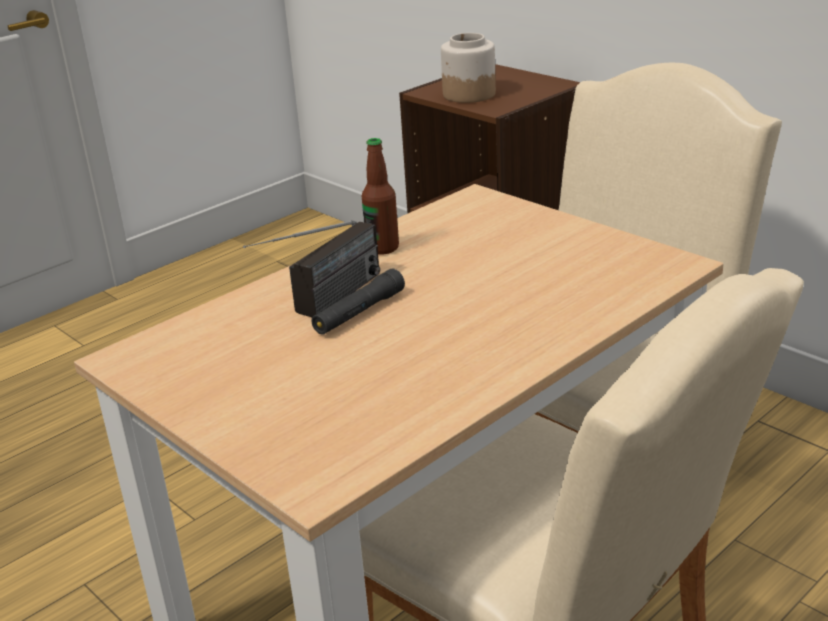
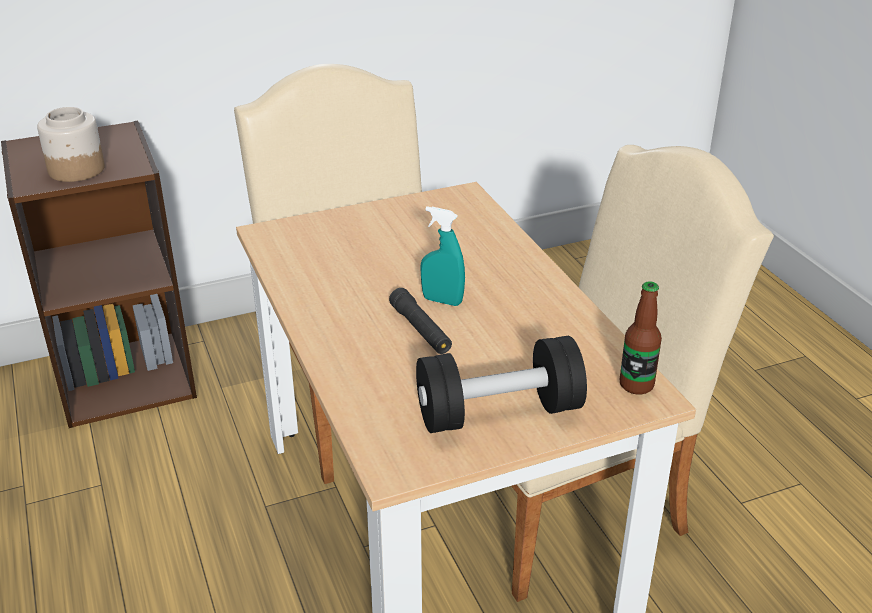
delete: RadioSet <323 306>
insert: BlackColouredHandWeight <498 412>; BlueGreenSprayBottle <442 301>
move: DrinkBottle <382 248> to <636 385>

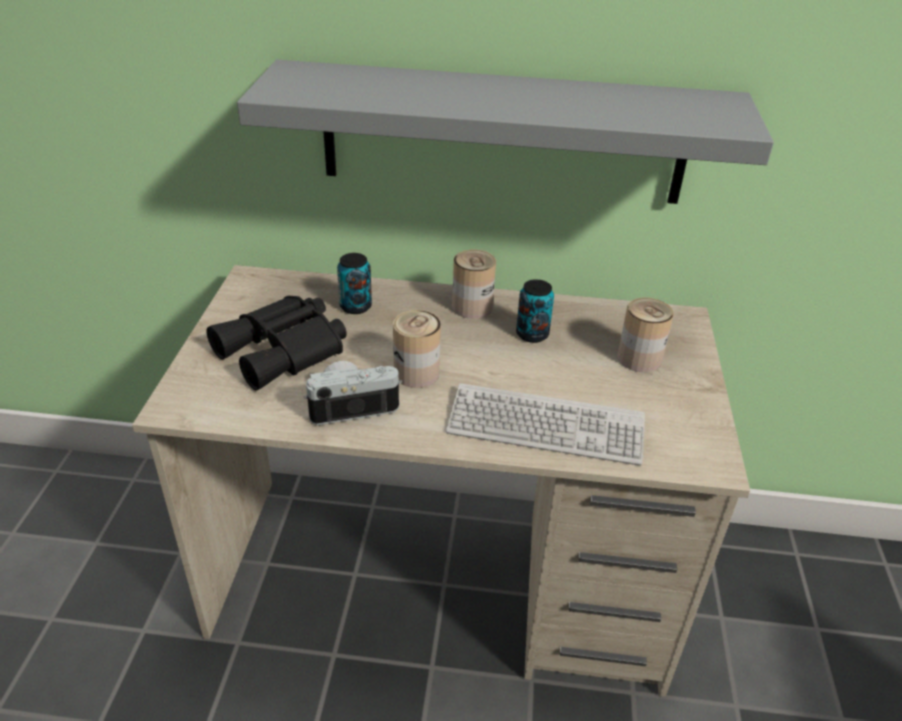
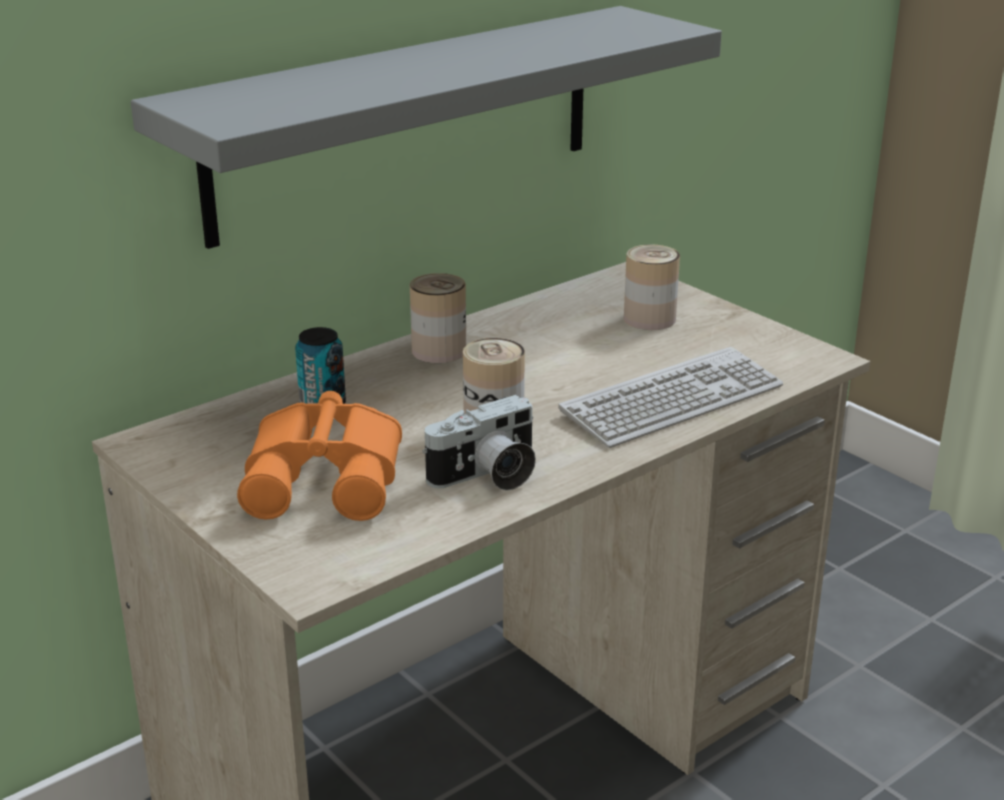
delete: SealedCan <532 334>
recolor: BlackColouredFieldGlasses <285 351> to OrangeyFieldGlasses <328 476>
rotate: StillCamera <352 405> = <487 476> 150 degrees counterclockwise

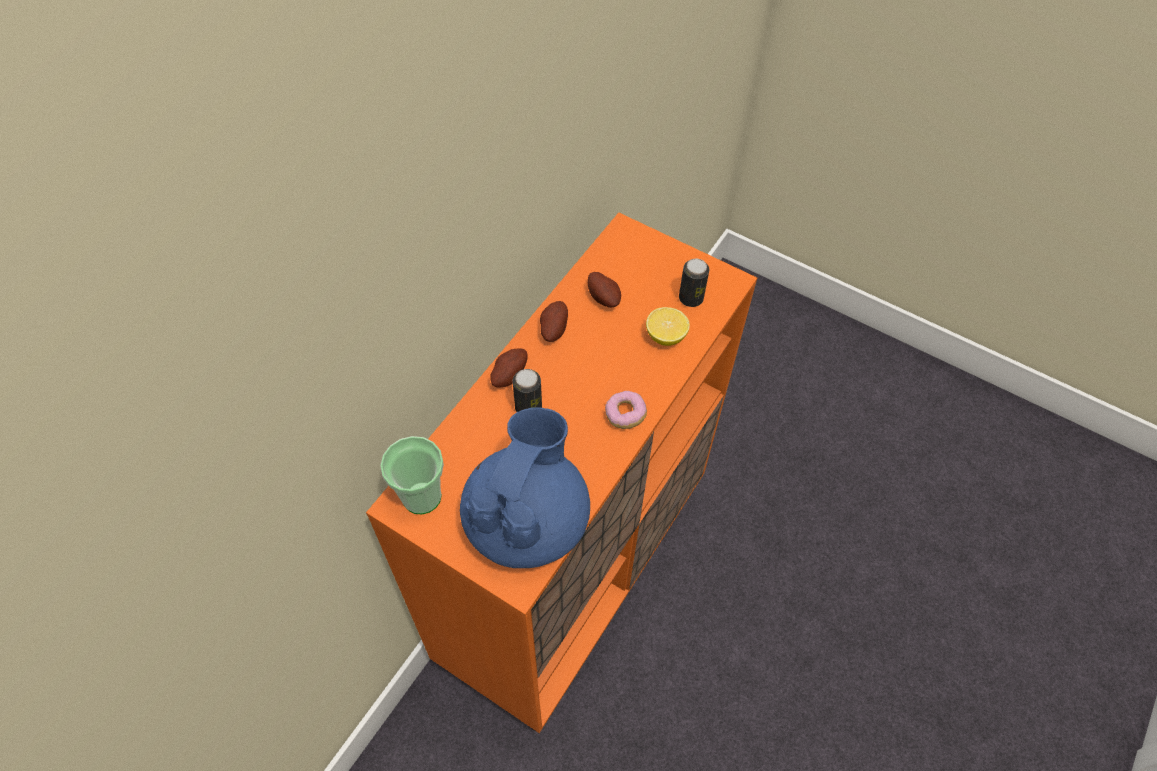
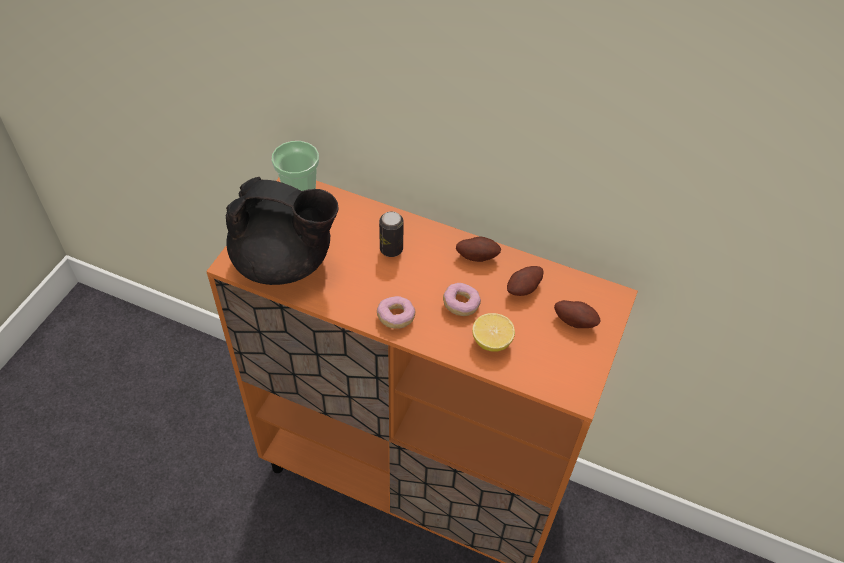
delete: SealedCan <691 298>
insert: Doughnut <461 304>
move: Potato <508 375> to <575 321>
recolor: BluishPotForTea <527 520> to BlackColouredPotForTea <284 262>

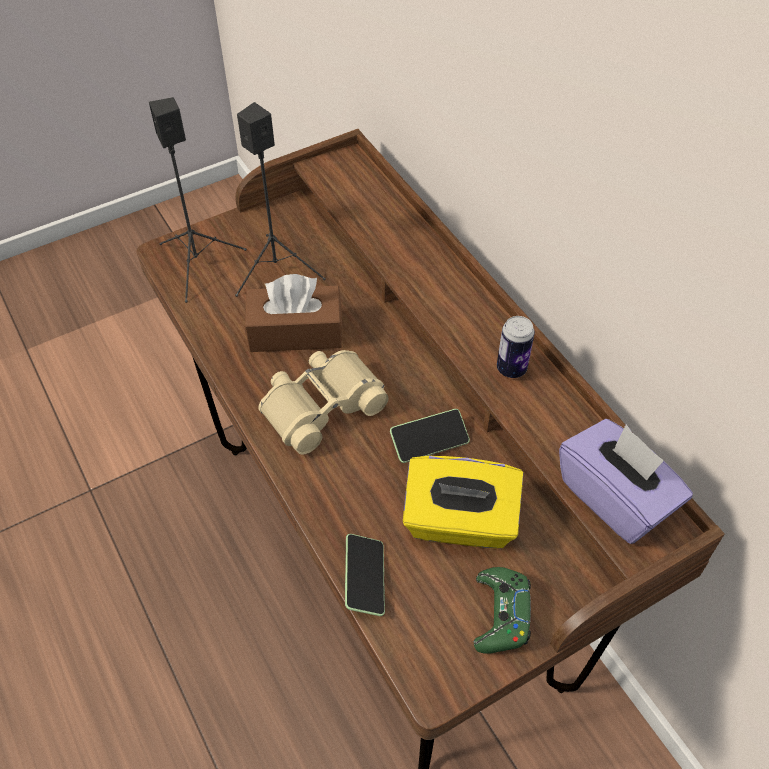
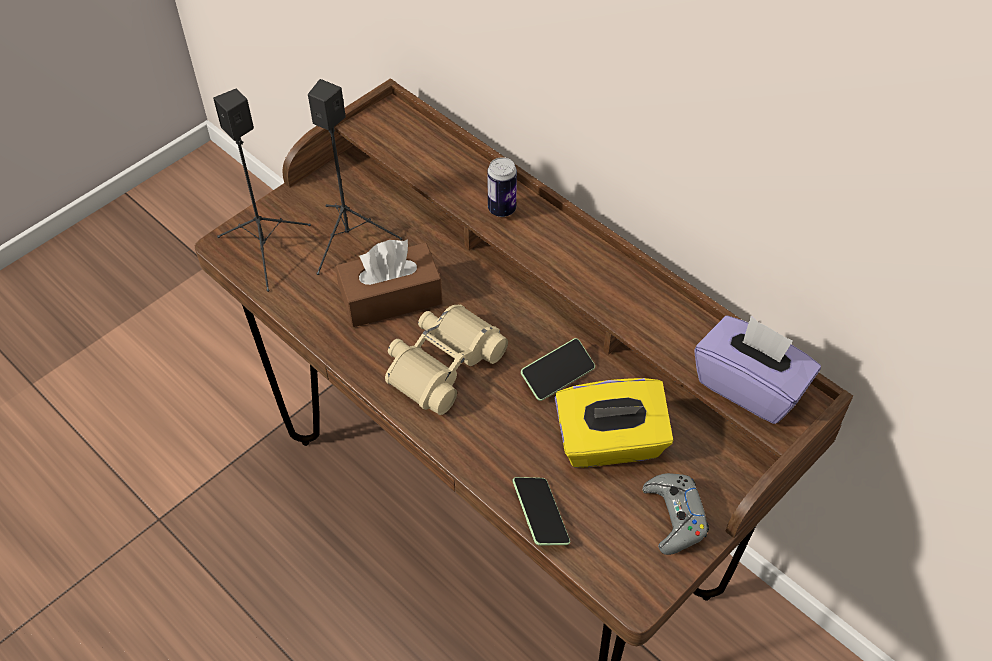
move: SealedCan <511 368> to <502 209>
recolor: GreenishJoypad <501 615> to GreyJoypad <674 517>

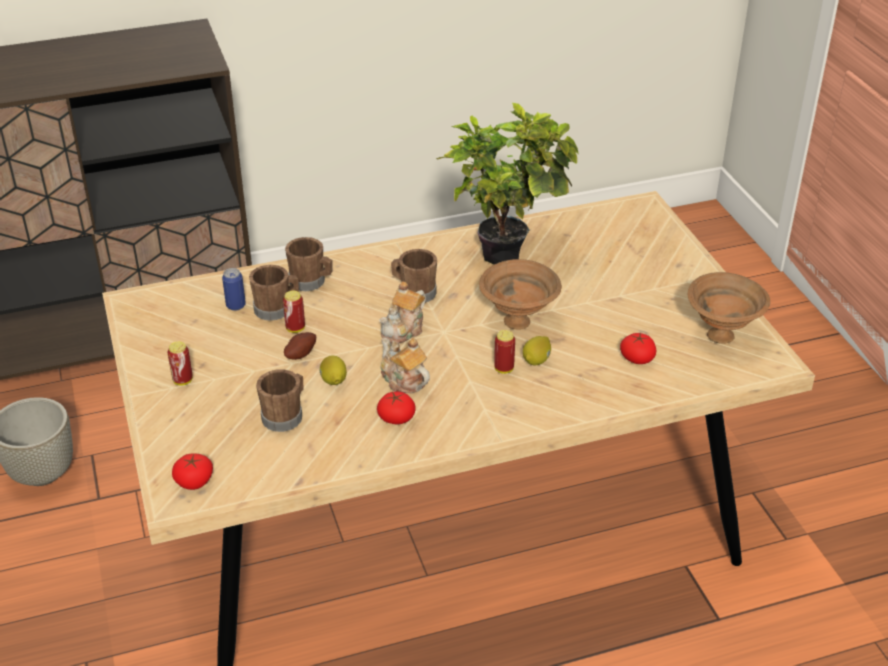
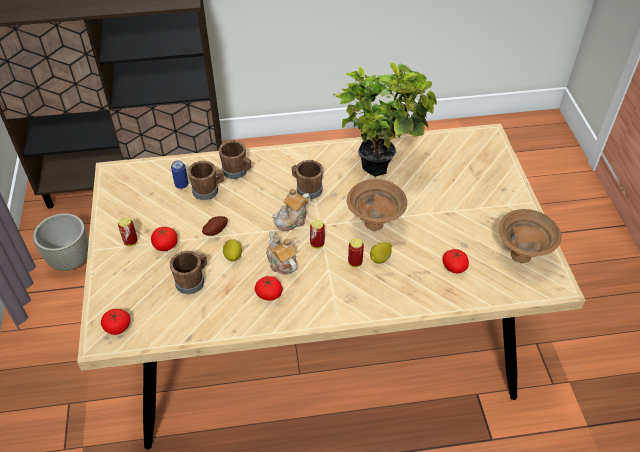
insert: Tomato <166 245>
move: SealedCan <295 328> to <317 244>

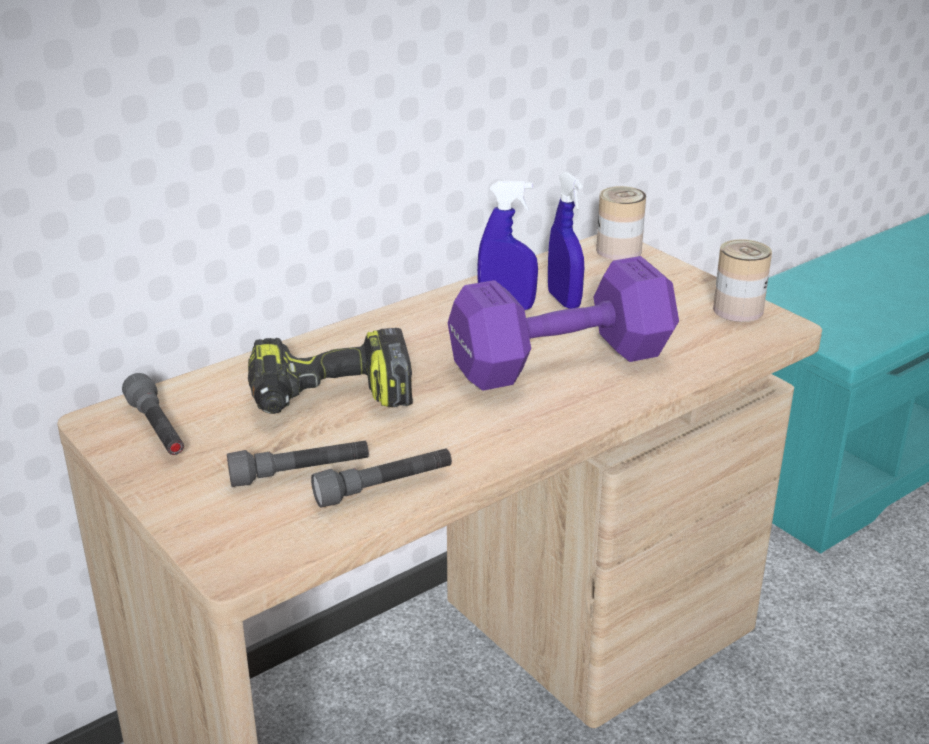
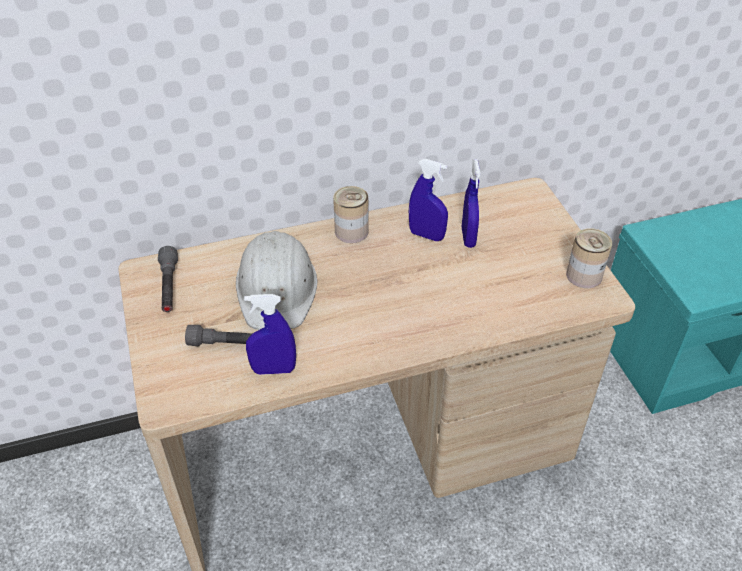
delete: PurpleHandWeight <566 361>
move: SealedCan <618 251> to <351 231>
replace: Drill <329 399> to WhitishHardHat <277 288>; GreyTorch <384 487> to BluishSprayBottle <273 369>

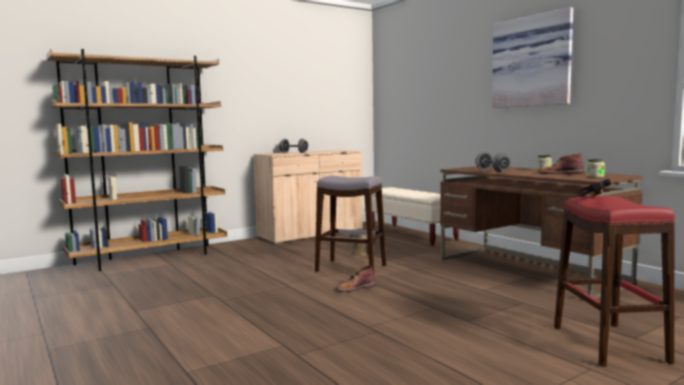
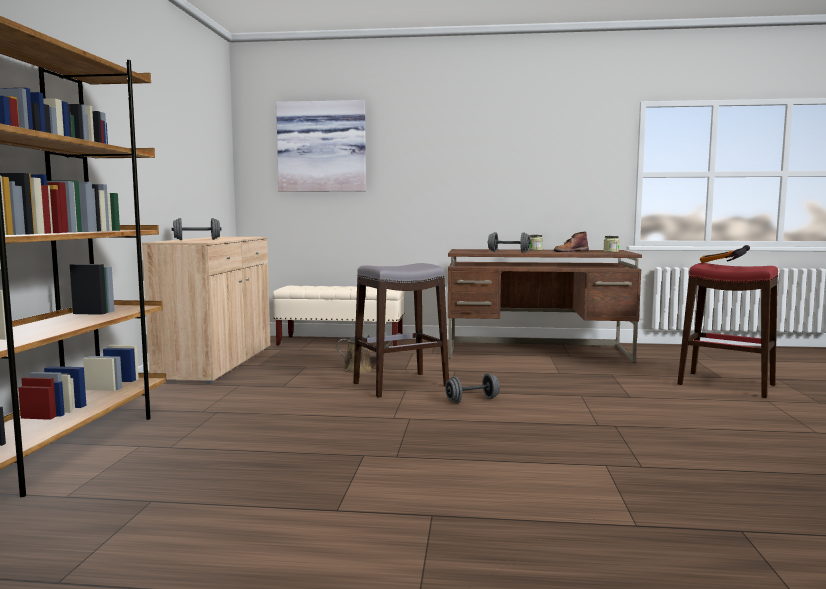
move: Picture <532 61> to <322 147>
replace: BrownBoot <355 288> to GreyHandWeight <472 400>

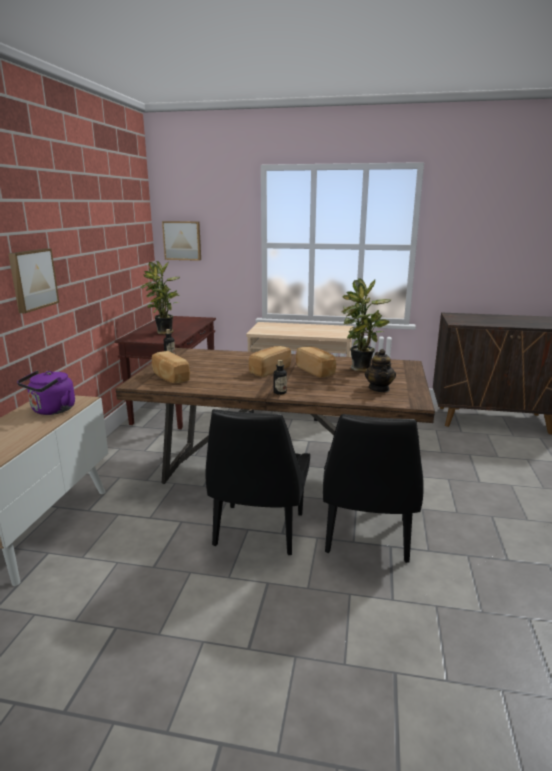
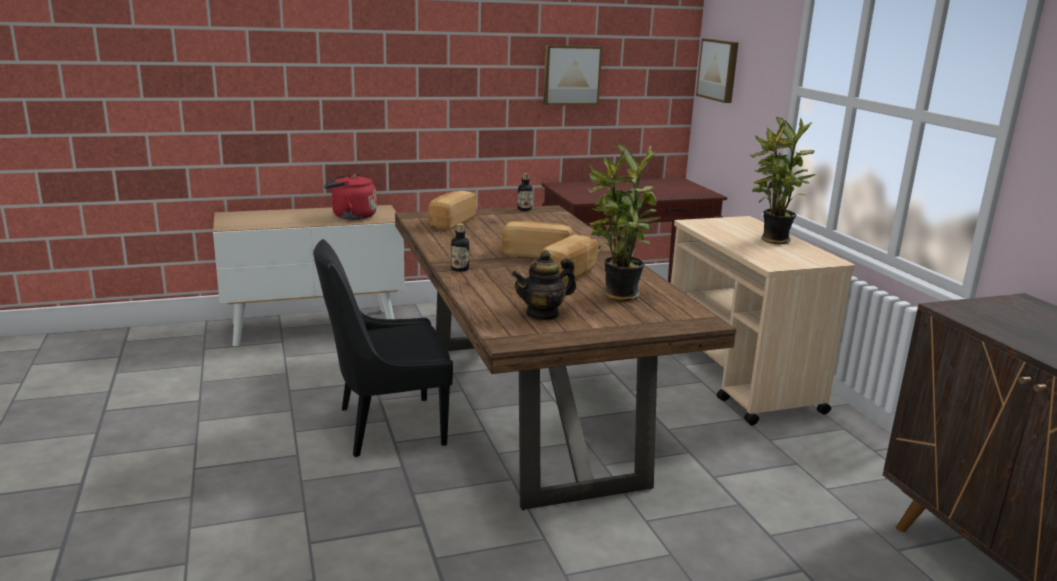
delete: BlackColouredChair <367 538>
move: Picture <32 279> to <571 75>; PlantInAPot <164 333> to <773 241>
recolor: PurpleWaterKettle <51 410> to ReddishWaterKettle <351 216>

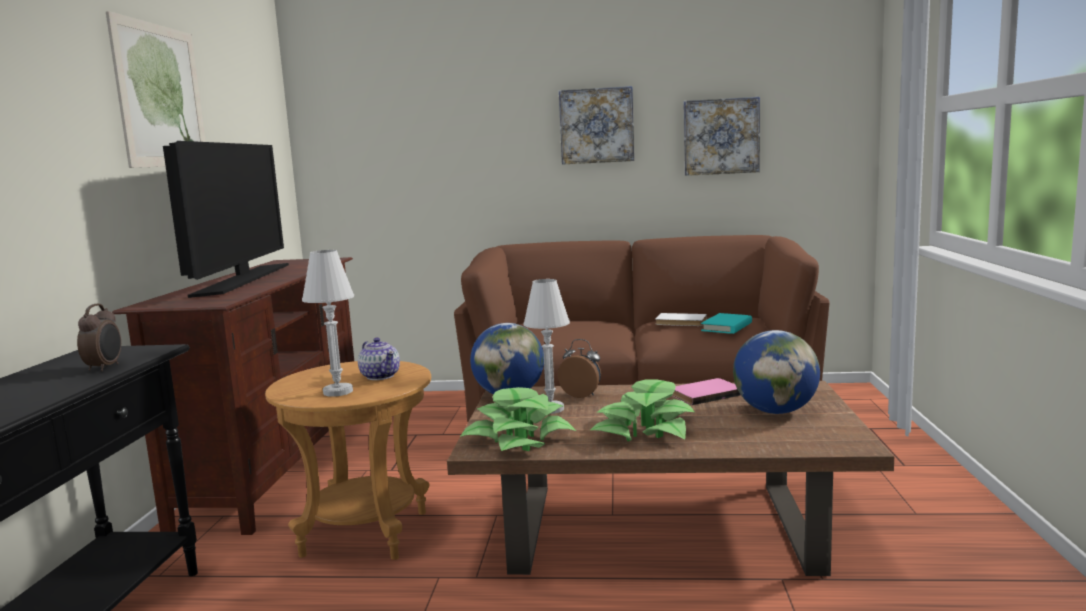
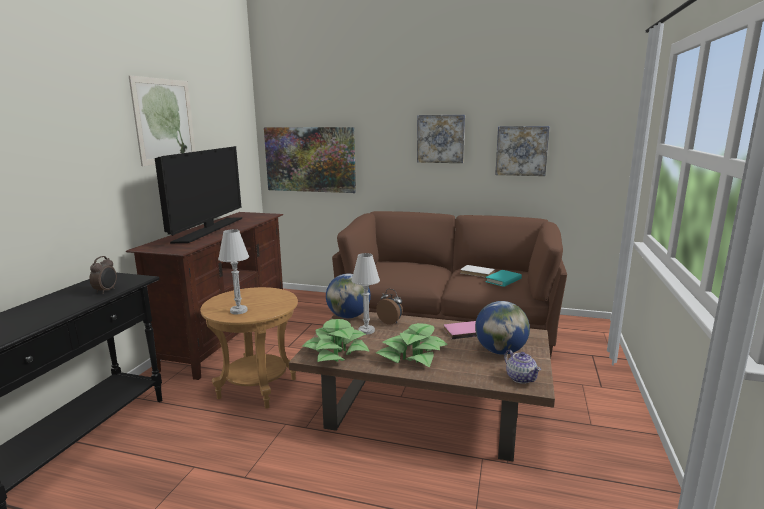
insert: Picture <310 159>
move: PotForTea <380 376> to <520 378>

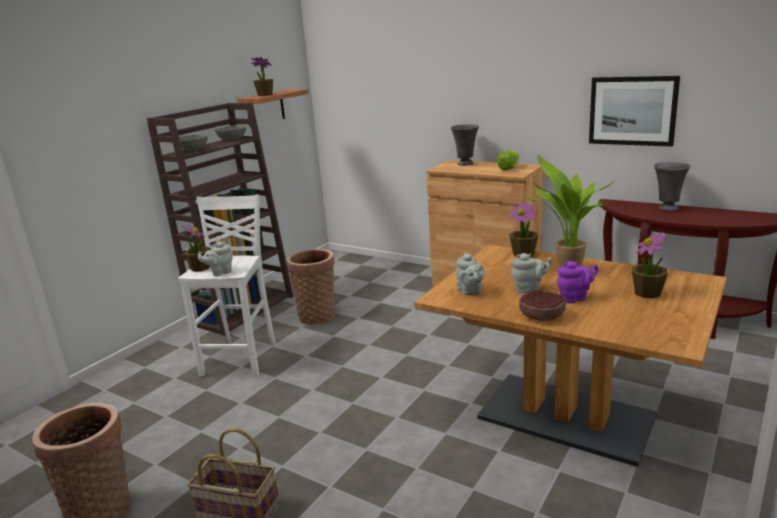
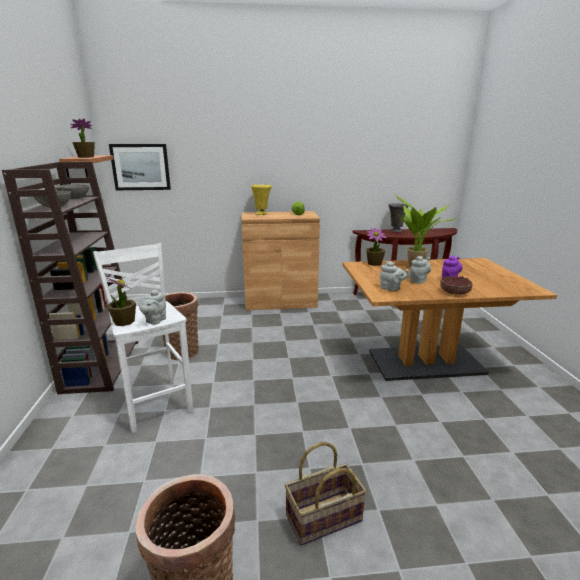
delete: PlantInAPot <647 293>
move: Picture <632 111> to <140 167>
recolor: GreyDecorativeVase <466 164> to YellowDecorativeVase <262 214>

